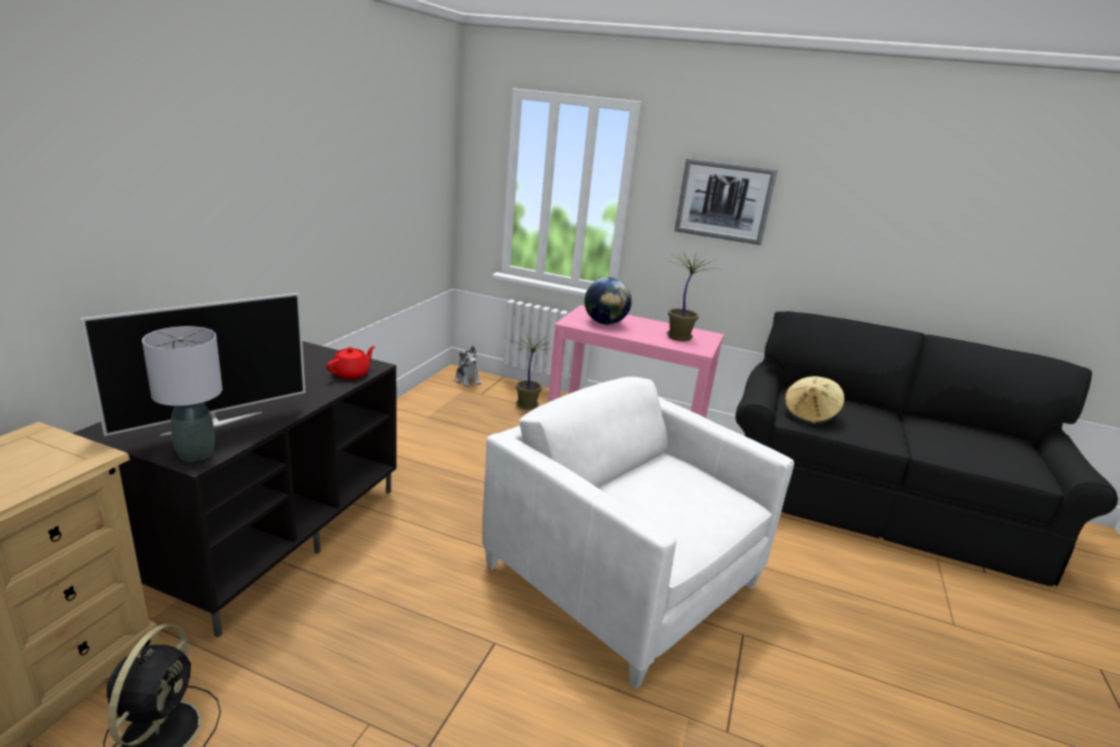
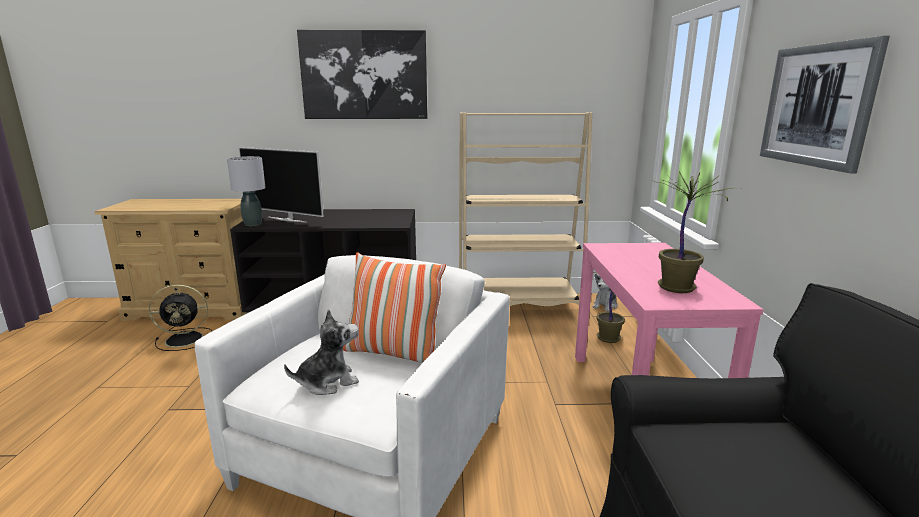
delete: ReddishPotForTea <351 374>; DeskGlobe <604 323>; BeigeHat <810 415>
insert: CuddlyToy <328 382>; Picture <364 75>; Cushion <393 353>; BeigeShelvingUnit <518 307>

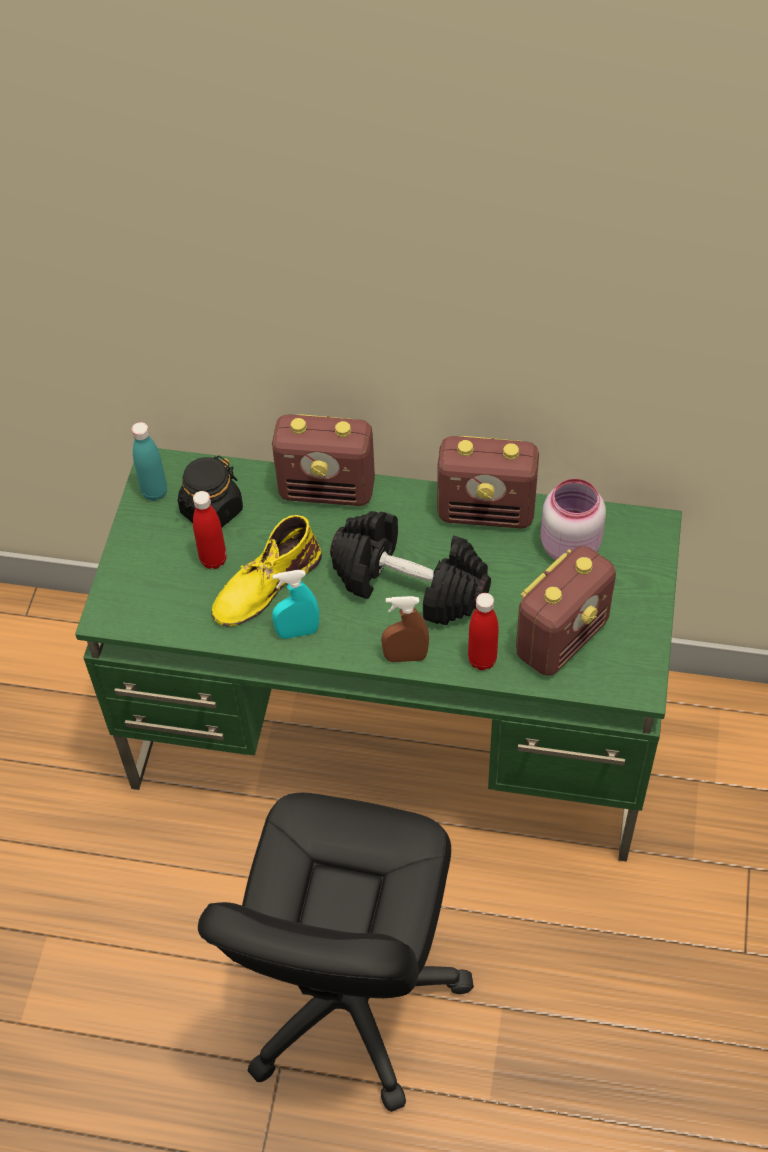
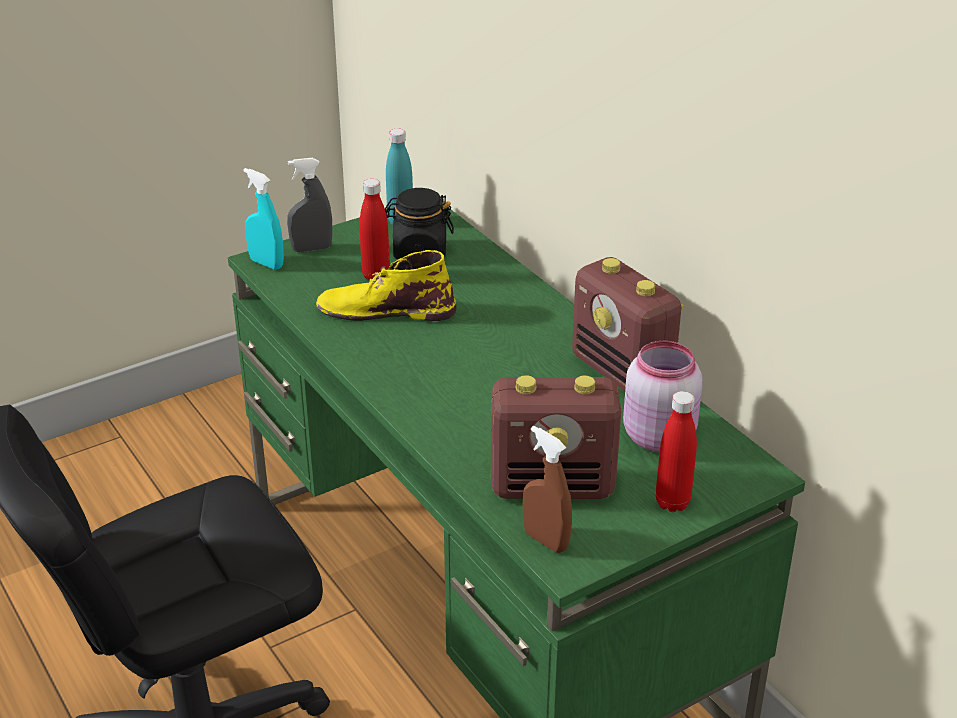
delete: RadioSet <328 490>; BlackColouredHandWeight <411 584>
insert: GreySprayBottle <312 249>
move: BlueGreenSprayBottle <298 632> to <266 263>; BrownSprayBottle <405 657> to <545 540>; ReddishDrinkBottle <482 660> to <672 503>

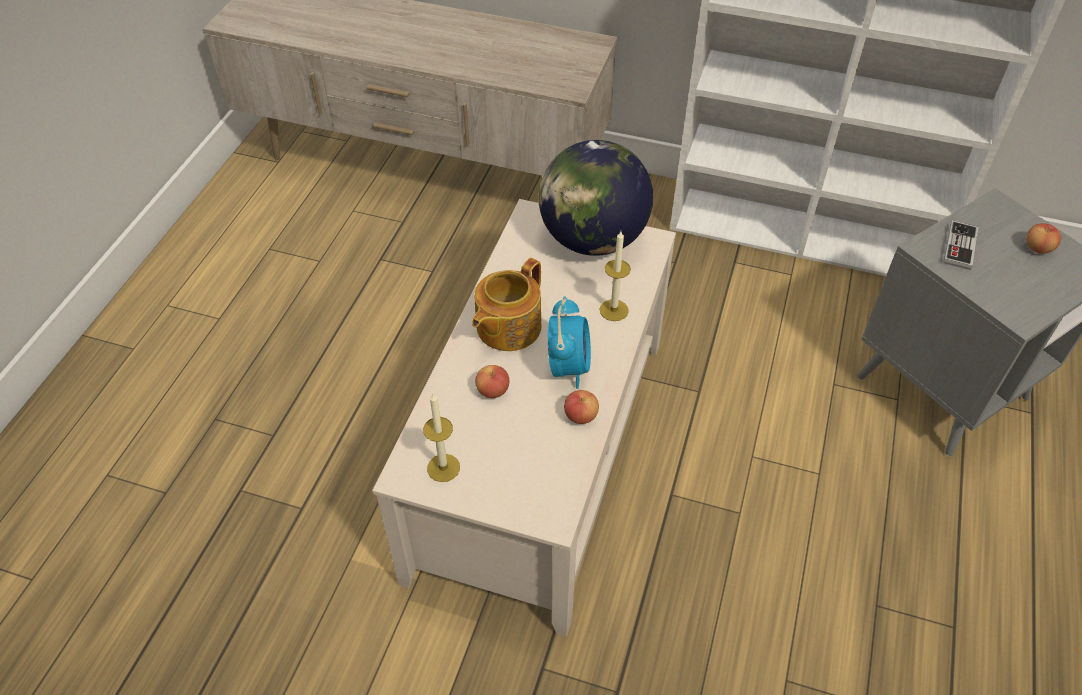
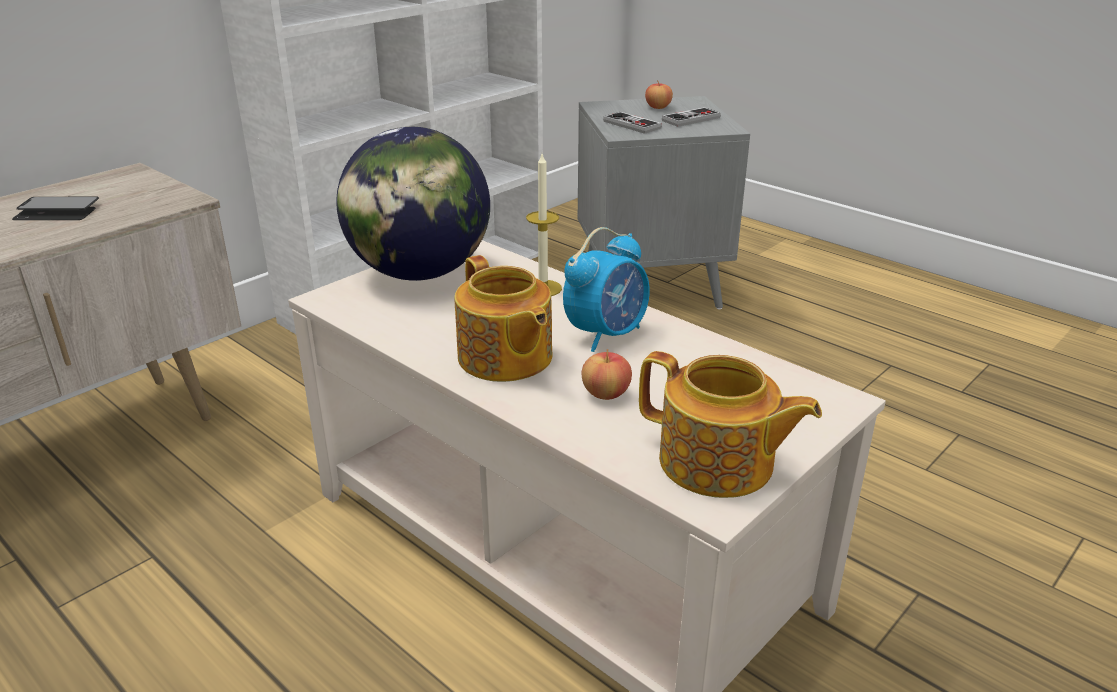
delete: Apple <580 416>
insert: Phone <57 211>; Joypad <691 119>
replace: WaxCandle <443 467> to PotForTea <718 464>
rotate: BedsideClock <568 366> = <607 334> 105 degrees clockwise

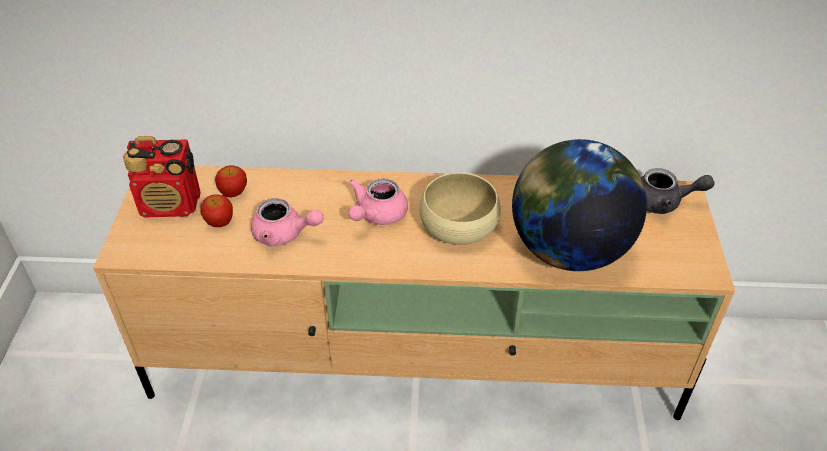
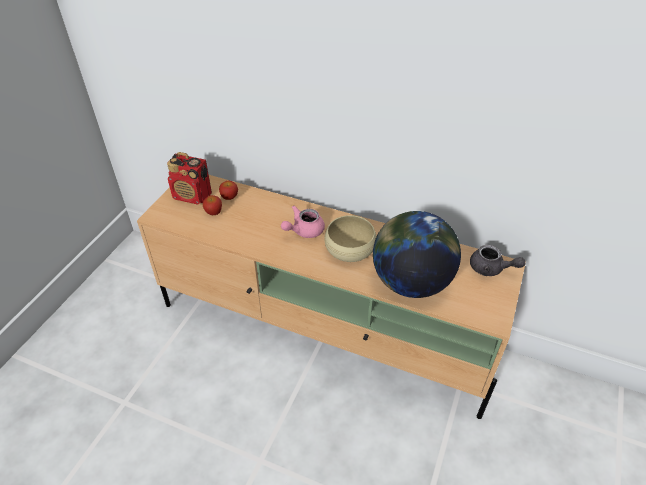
delete: PinkishPotForTea <284 234>

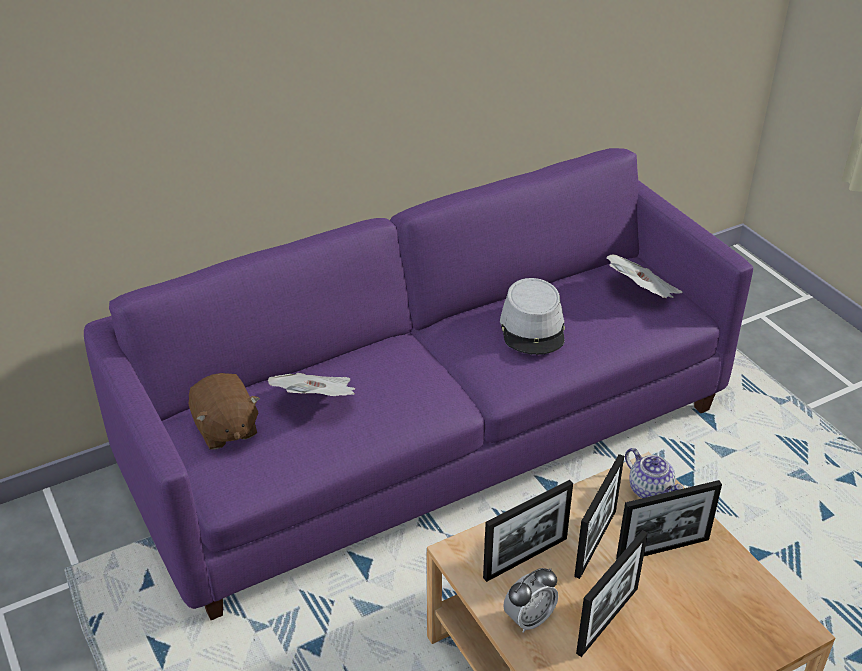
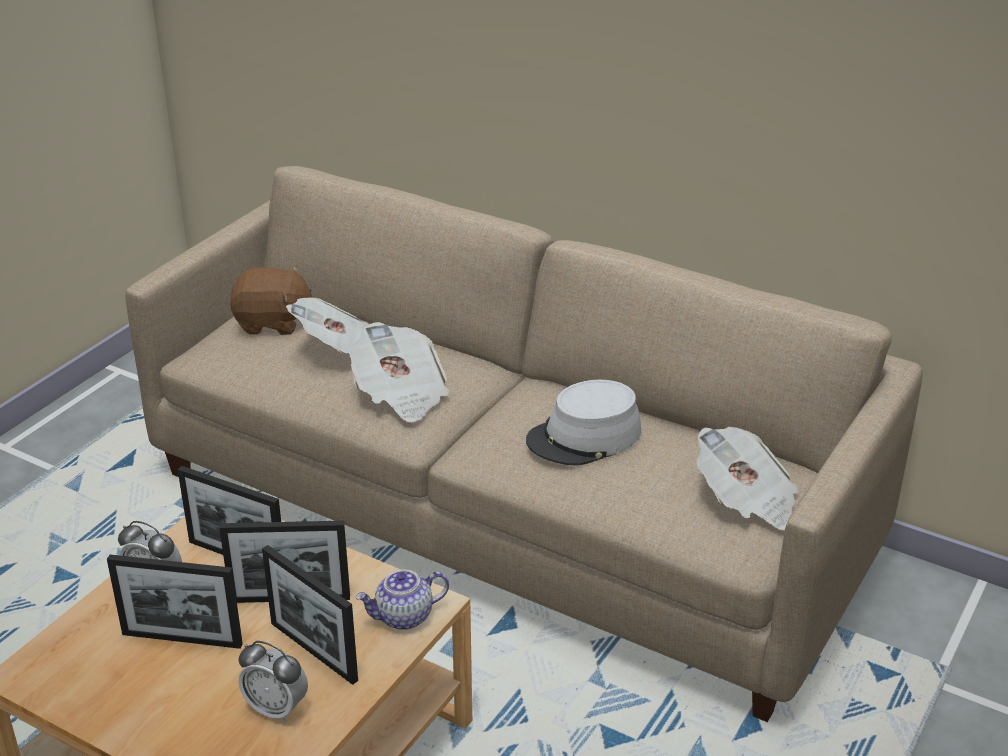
insert: BedsideClock <276 708>; PrintedPaper <400 394>
recolor: PurpleSofa <431 439> to BeigeSofa <505 514>
rotate: BrownCuddlyToy <225 429> = <273 323> 120 degrees counterclockwise; PotForTea <651 490> = <403 617> 45 degrees clockwise

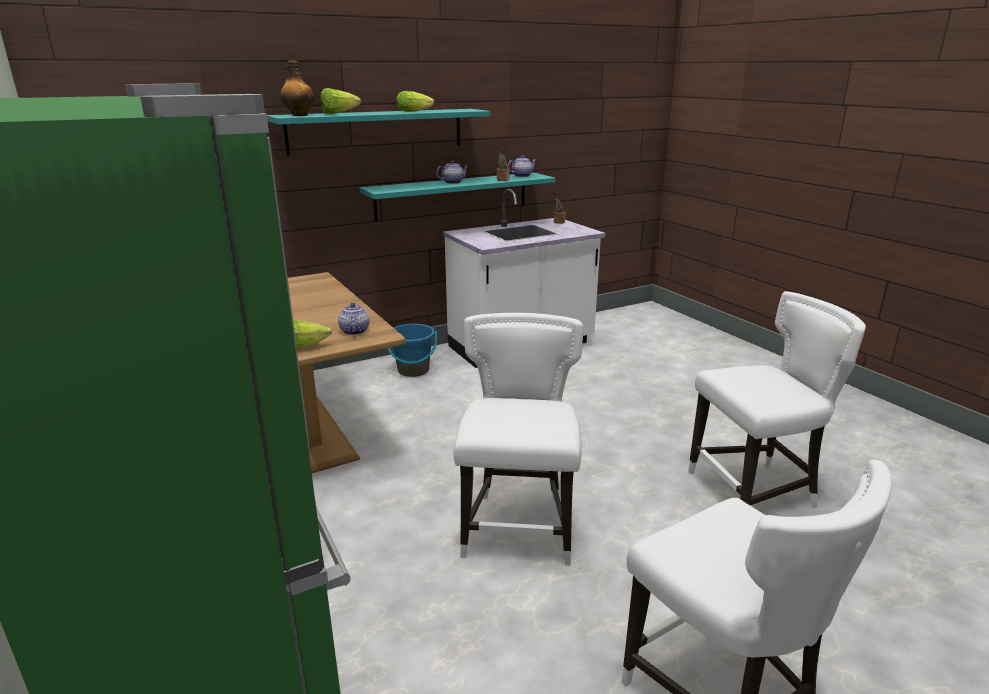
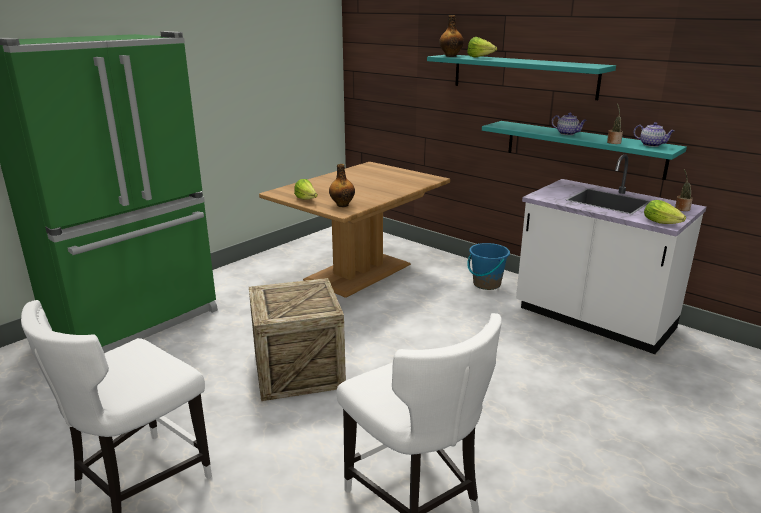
move: HeadOfLettuce <416 111> to <663 223>
replace: PotForTea <354 331> to DrinkBottle <342 205>; WhitishChair <518 526> to Crate <298 371>

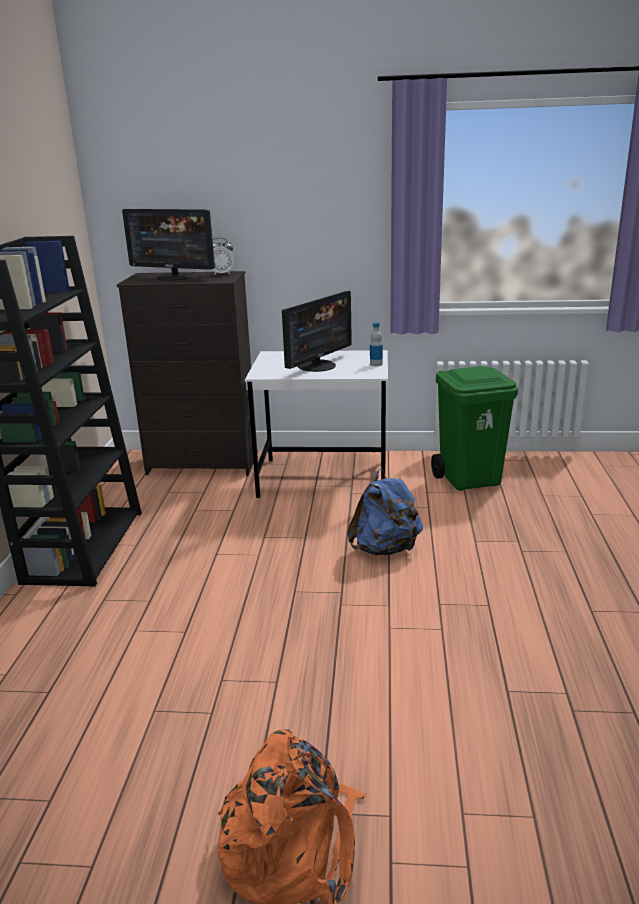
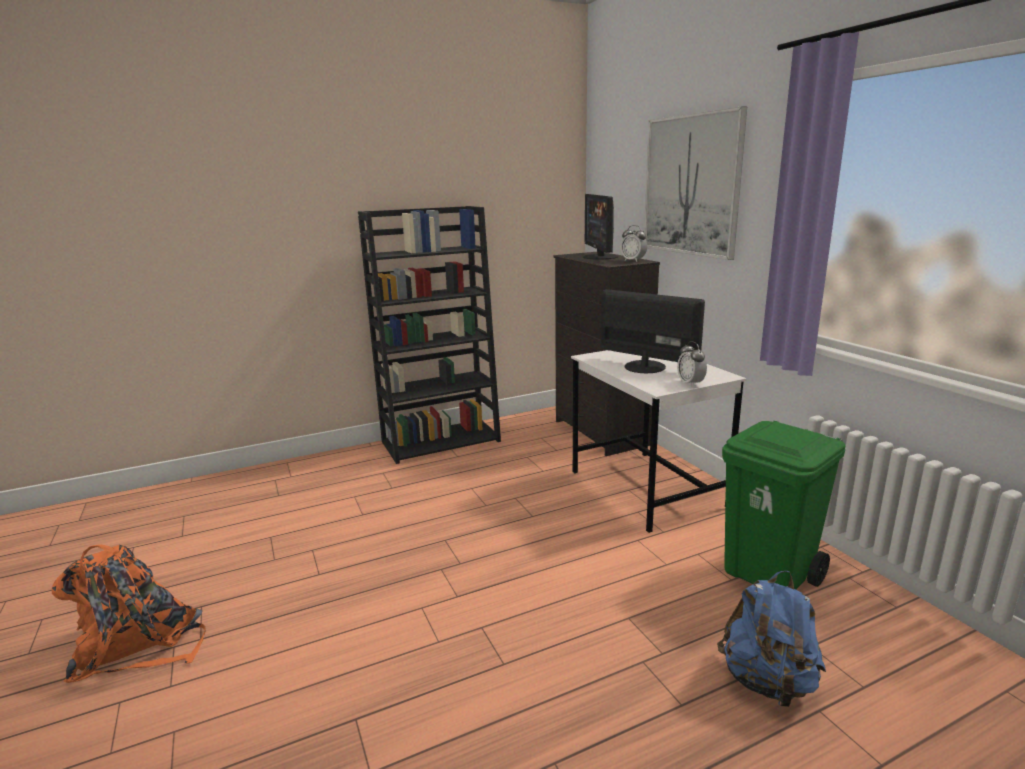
insert: Picture <691 185>
move: BluishBackpack <385 549> to <767 682>
replace: DrinkBottle <376 364> to BedsideClock <690 383>
rotate: ComputerScreen <317 366> = <645 366> 150 degrees counterclockwise

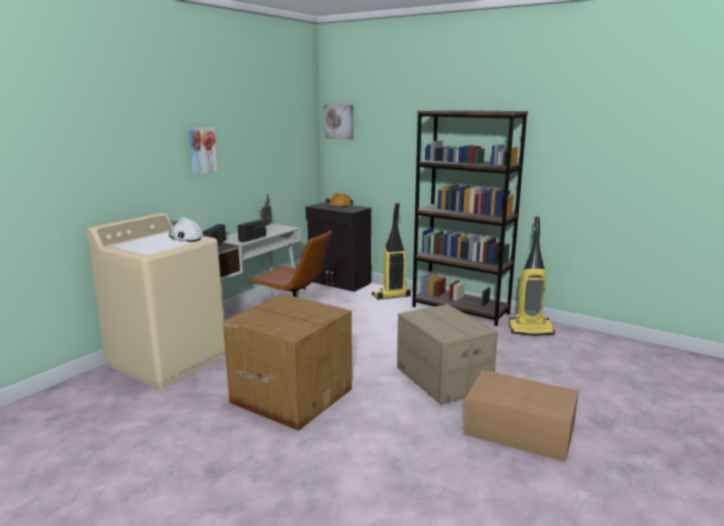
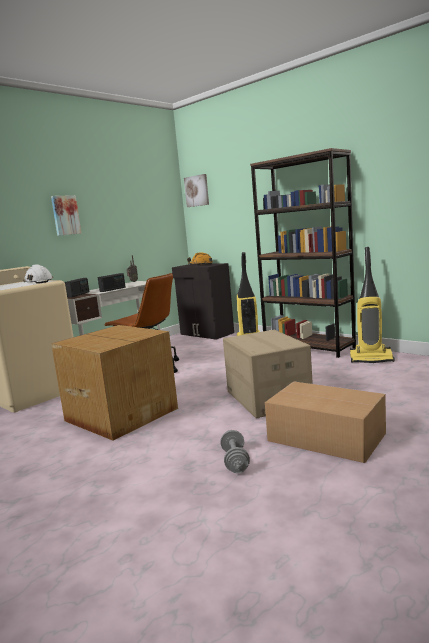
insert: GreyHandWeight <235 461>

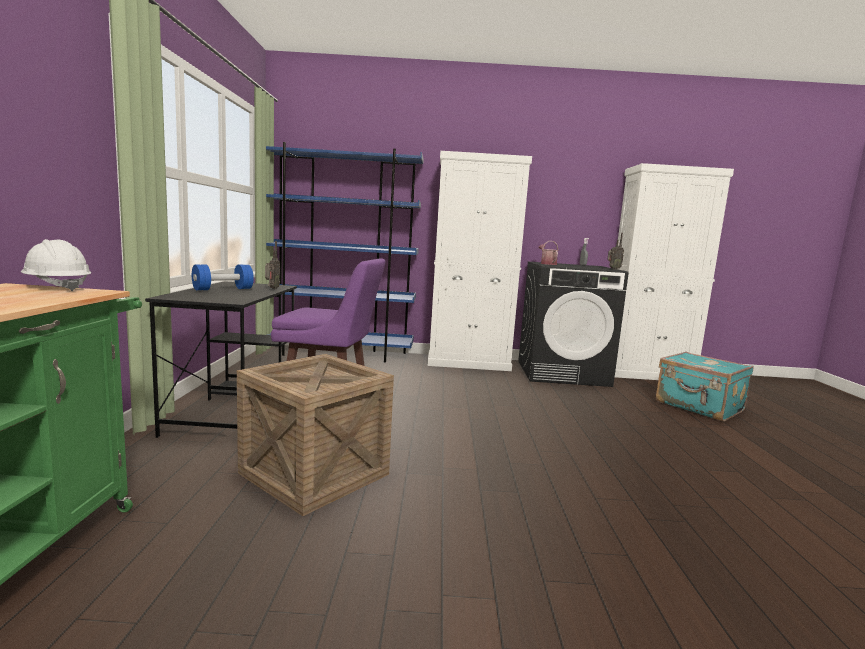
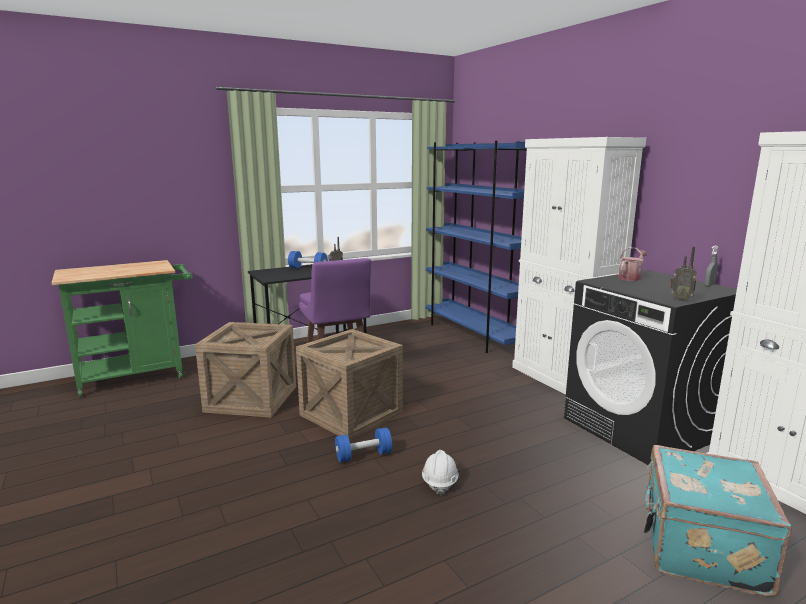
insert: Crate <351 414>; BluishHandWeight <363 455>
move: WhitishHardHat <57 287> to <439 482>

